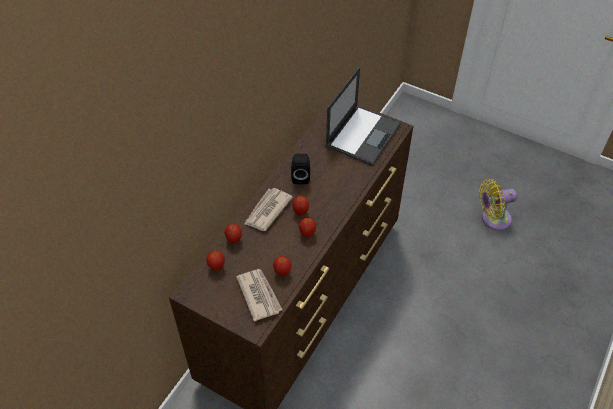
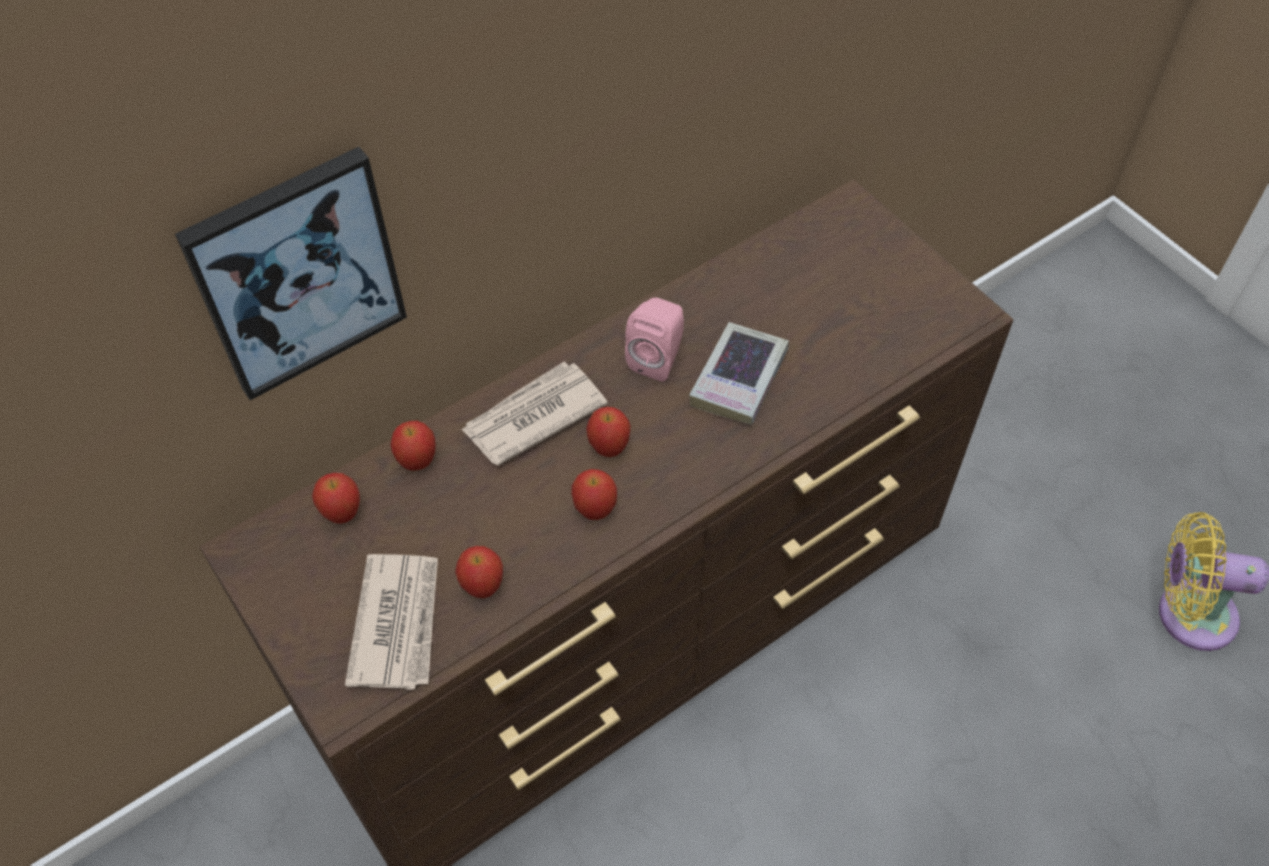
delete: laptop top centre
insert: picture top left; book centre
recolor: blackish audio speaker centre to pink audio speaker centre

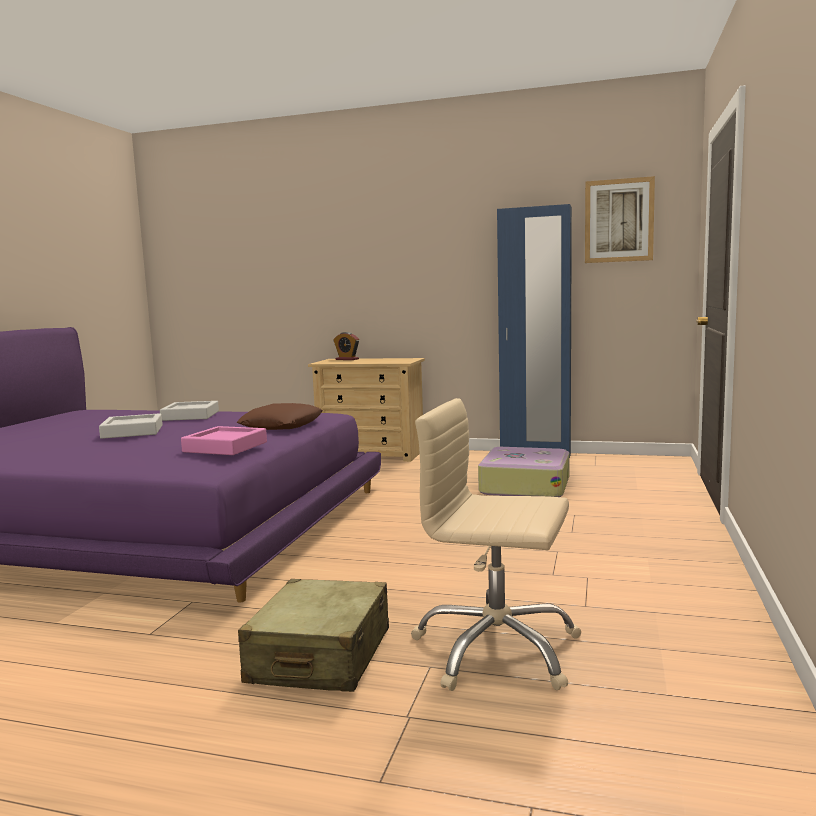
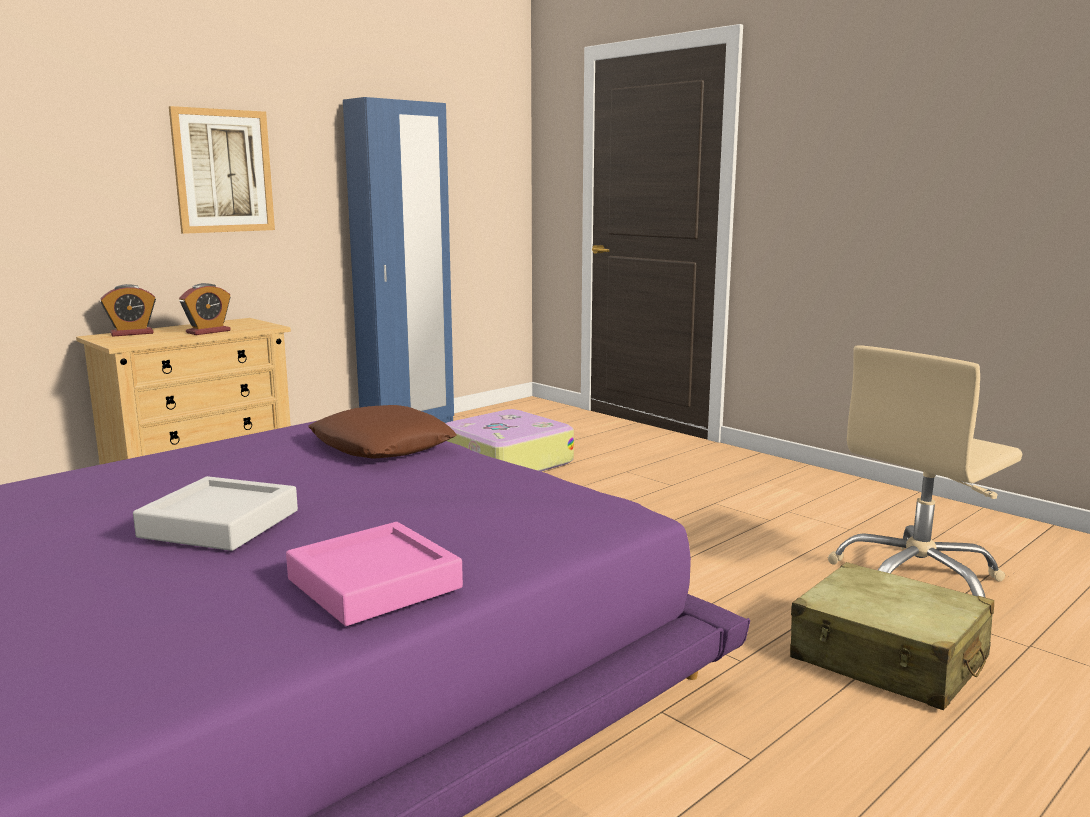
delete: gray tray (2nd from left) middle left
insert: bedside clock (2nd from left) middle left
move: pink tray middle left to bottom centre; picture top right to top left

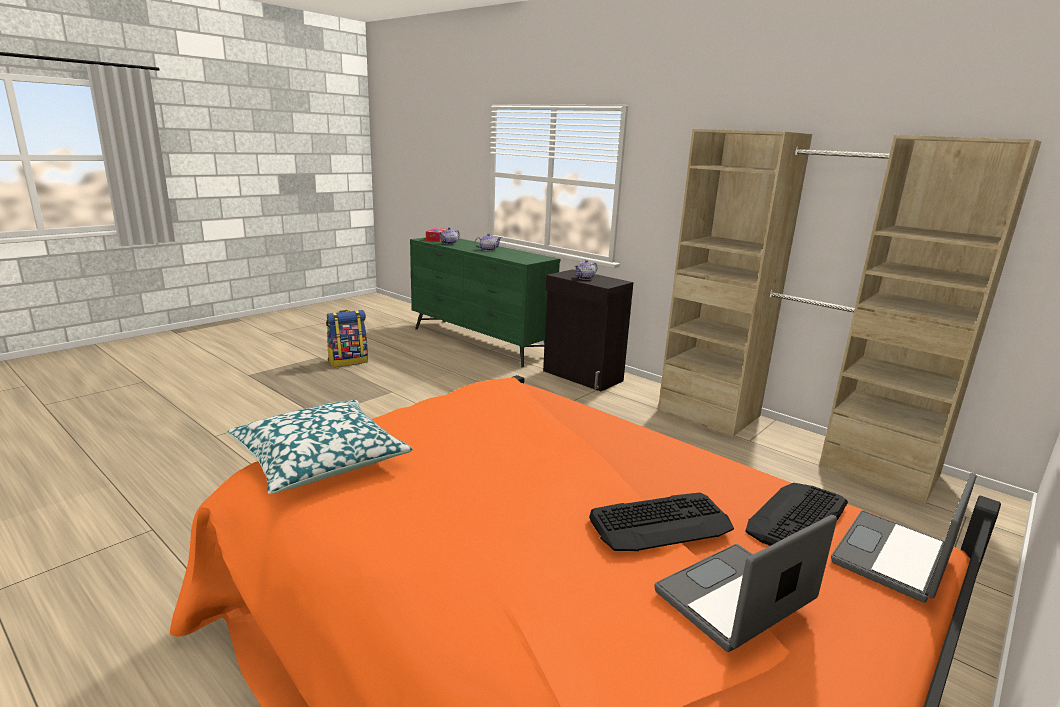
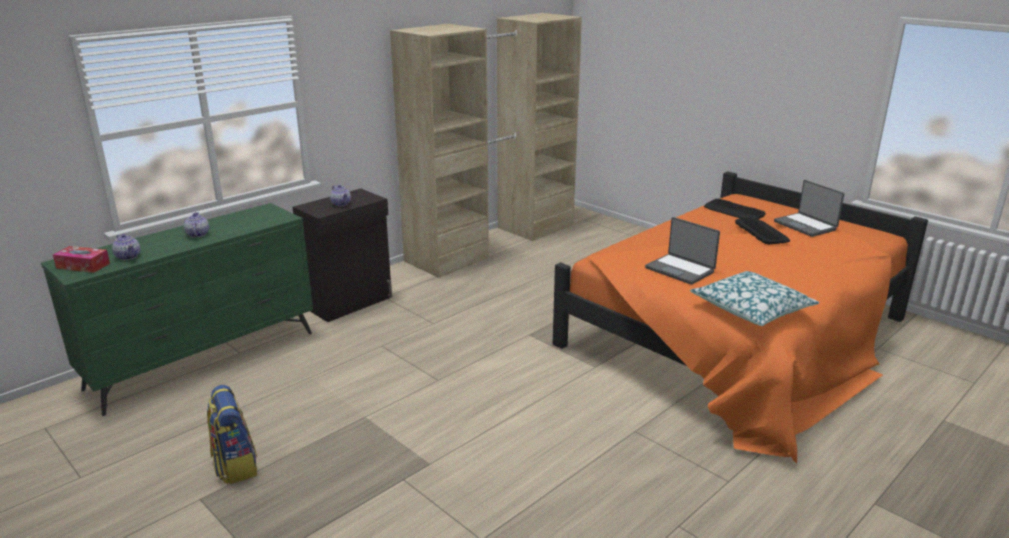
move: laptop (2nd from left in the first image) bottom right to laptop (1st from left) middle right

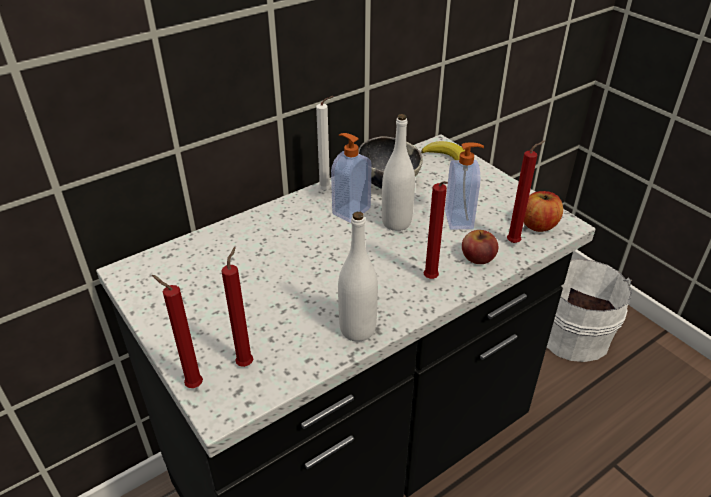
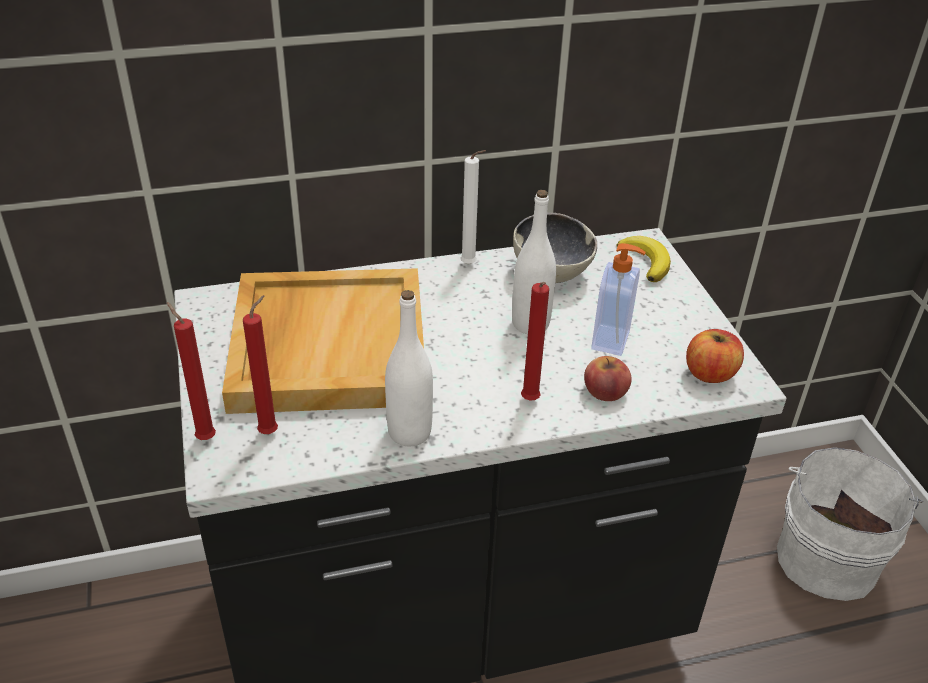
delete: soap bottle (1st from left) centre; reddish wax candle (4th from left) middle right
insert: beige-coloured tray centre

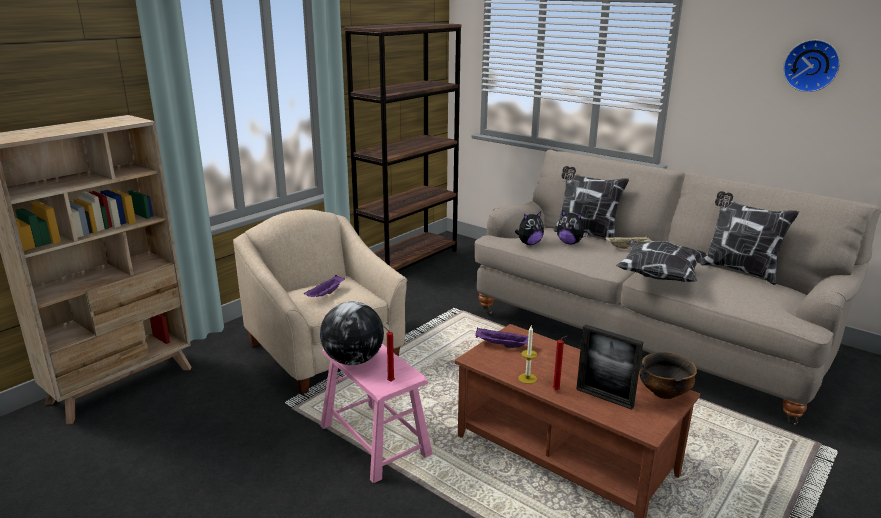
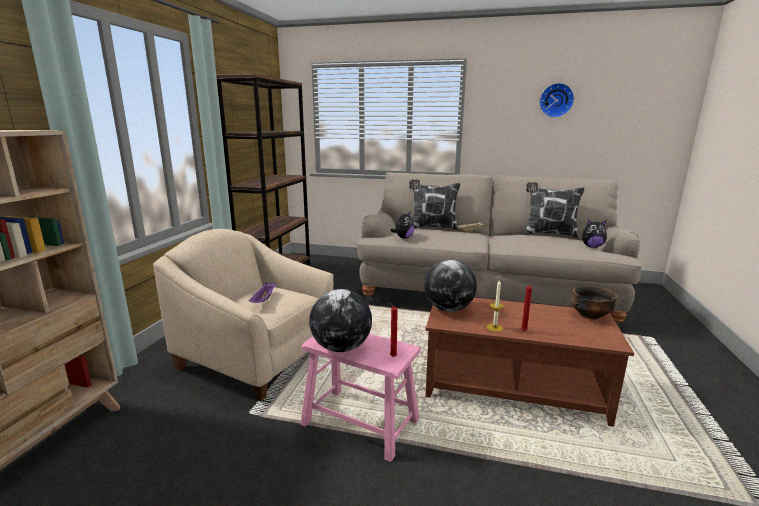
delete: standing frame bottom right; pillow (2nd from left) middle right
move: soft toy (2nd from left) centre to middle right
replace: purplish tray (2nd from left) centre to world globe (2nd from left) centre

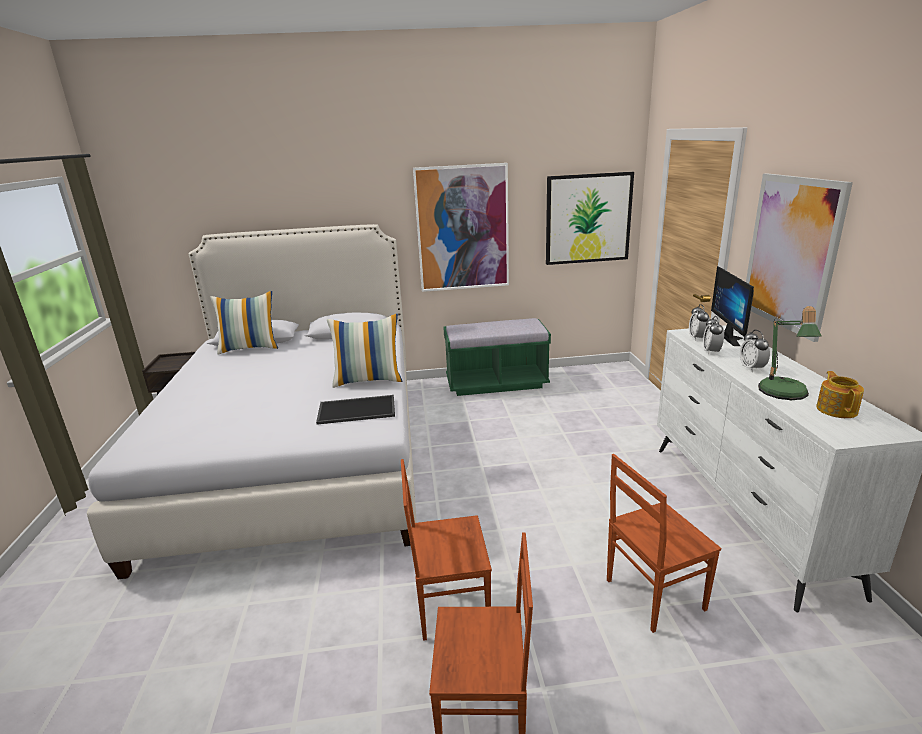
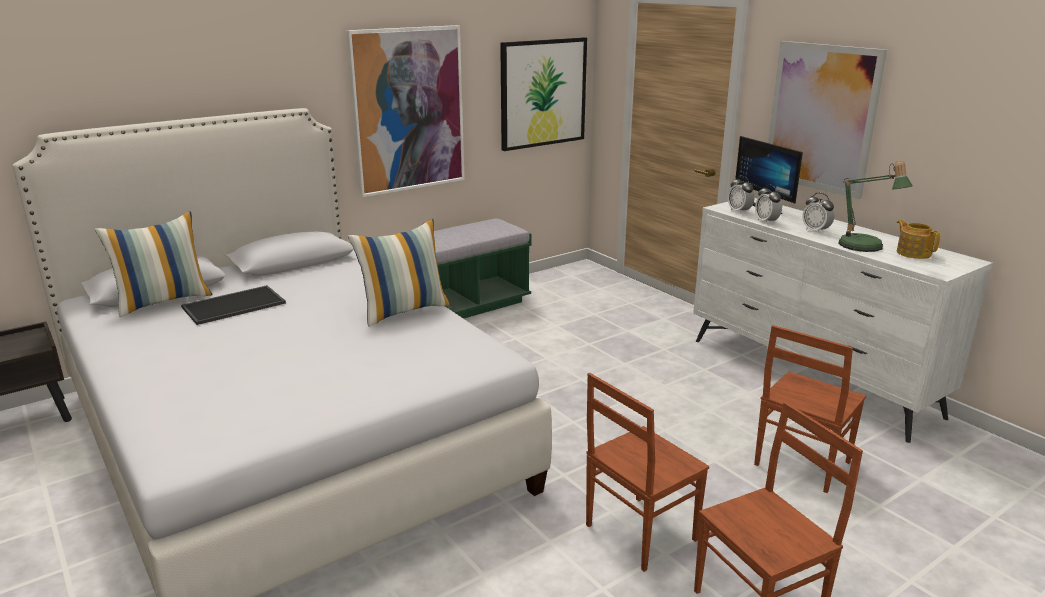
move: tray centre to middle left

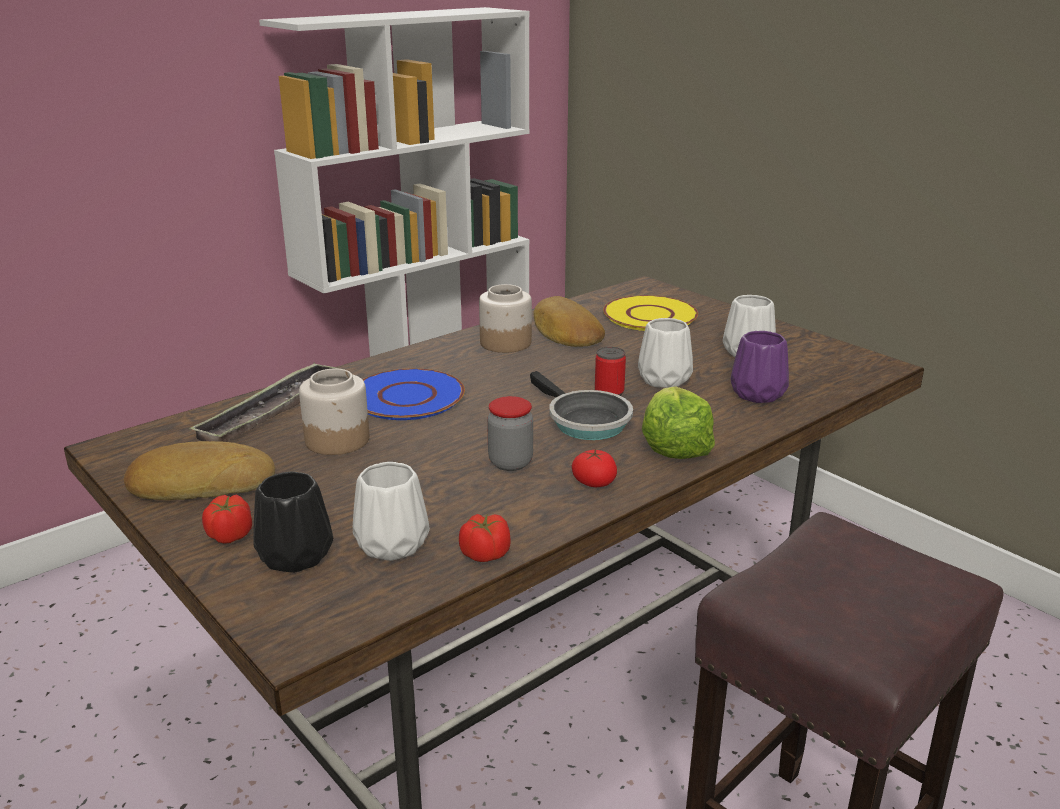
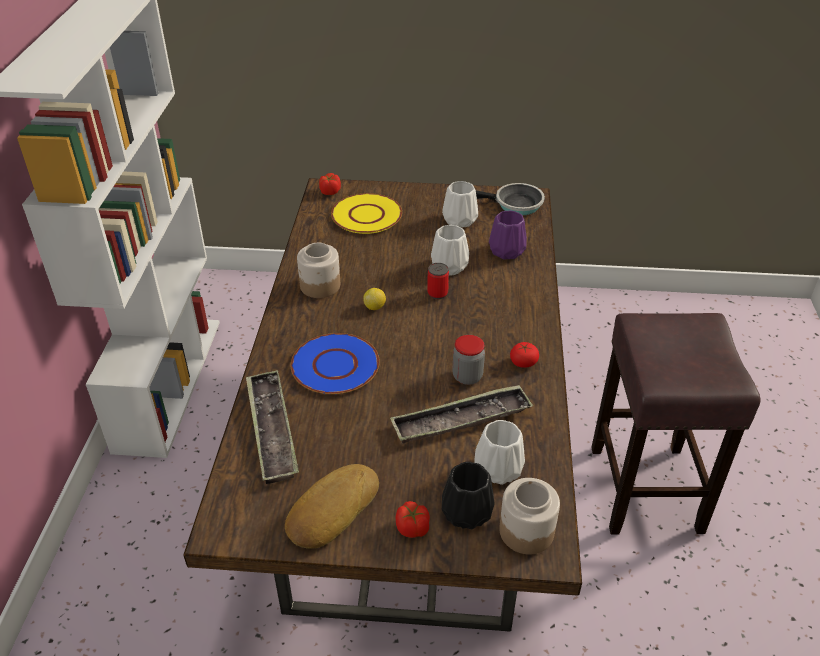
delete: bakery bread (2nd from left) centre; lettuce head centre
insert: lemon centre; tray (2nd from left) centre
move: preserve jar (1st from left in the first image) middle left to preserve jar (3rd from left) bottom centre; fresh tomato (2nd from left in the first image) centre to fresh tomato (1st from left) top centre; pan centre to top centre

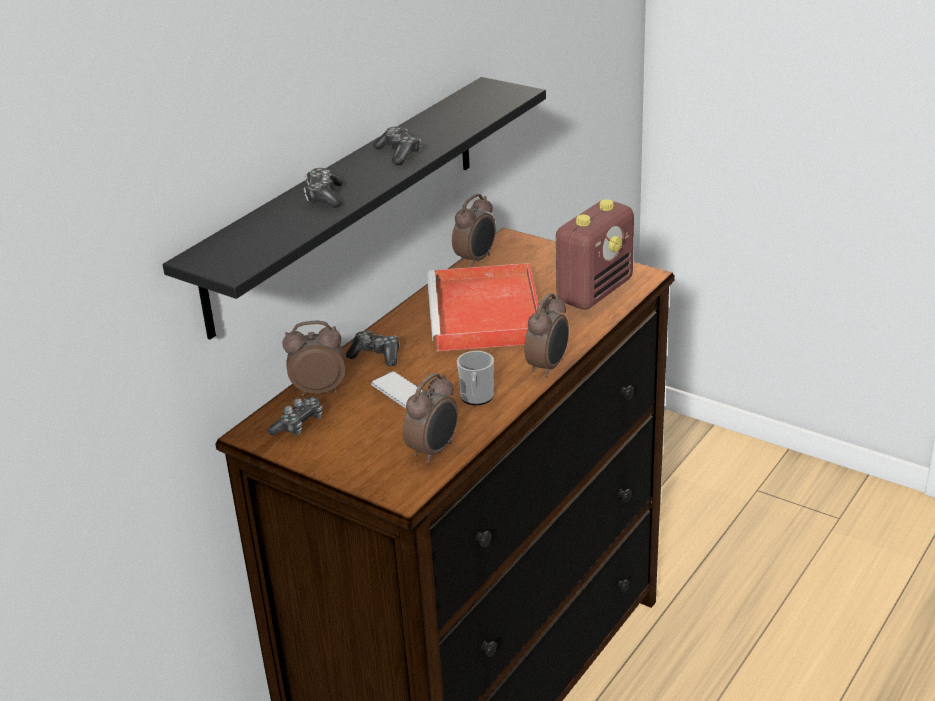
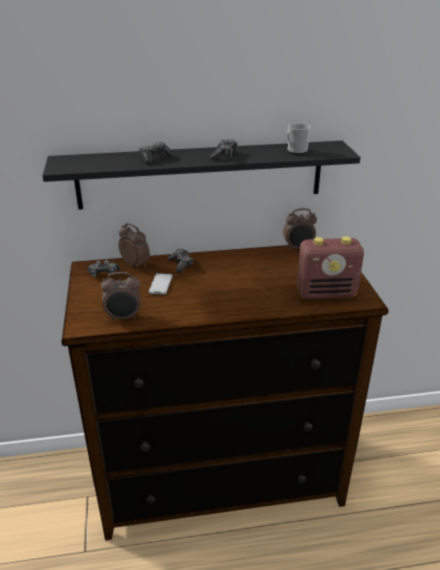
delete: reddish tray centre; bedside clock (4th from left) centre
move: tea mug centre to top right

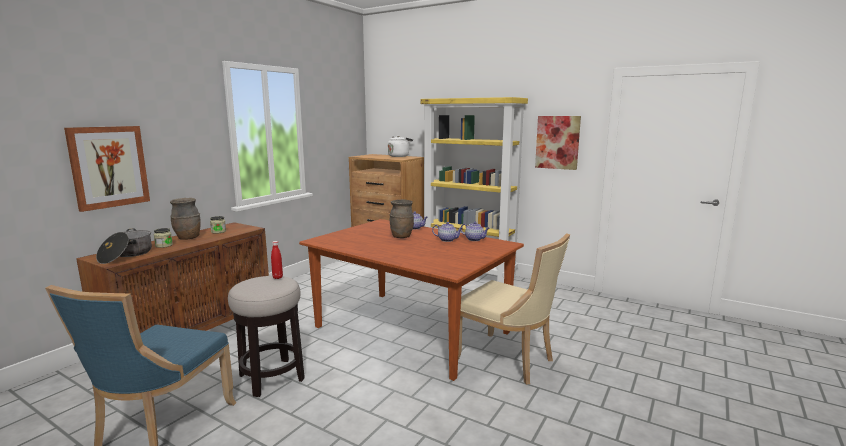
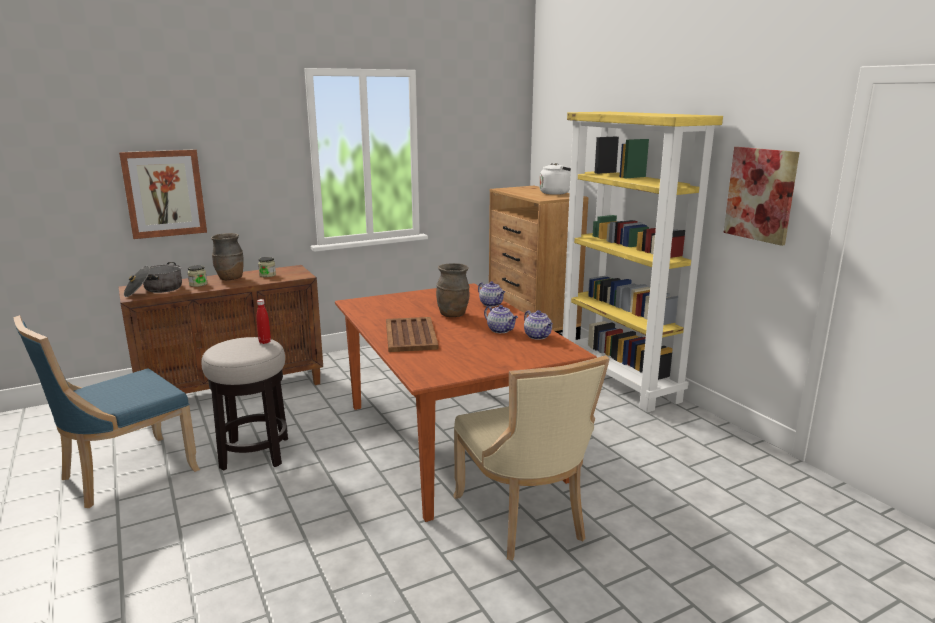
insert: brownish tray centre

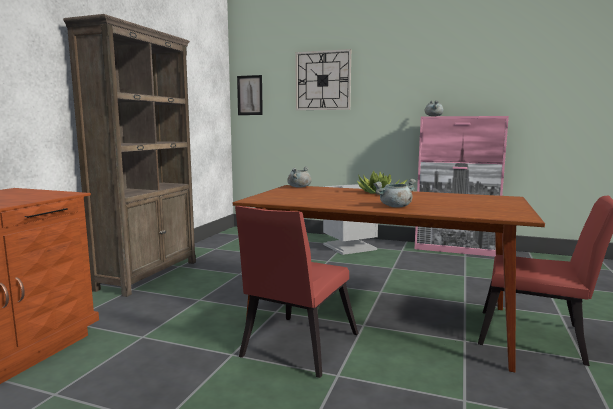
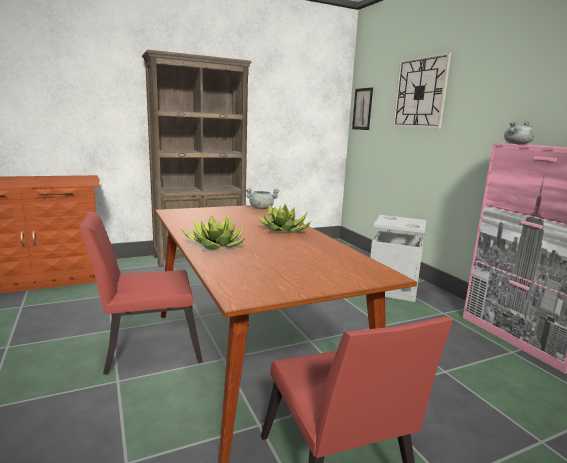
replace: gray cooking pot (2nd from left) centre to potted plant (1st from left) centre

